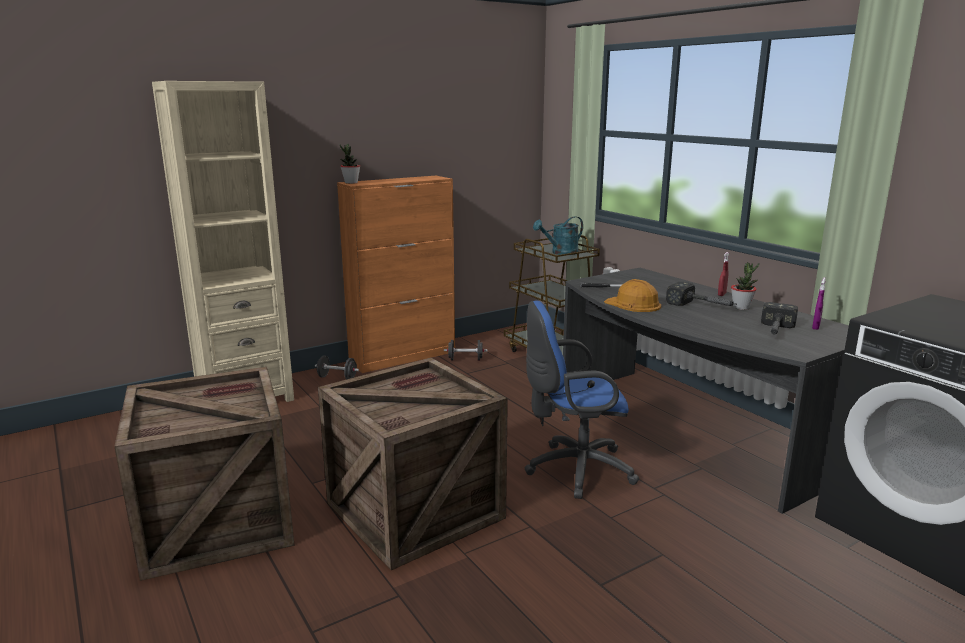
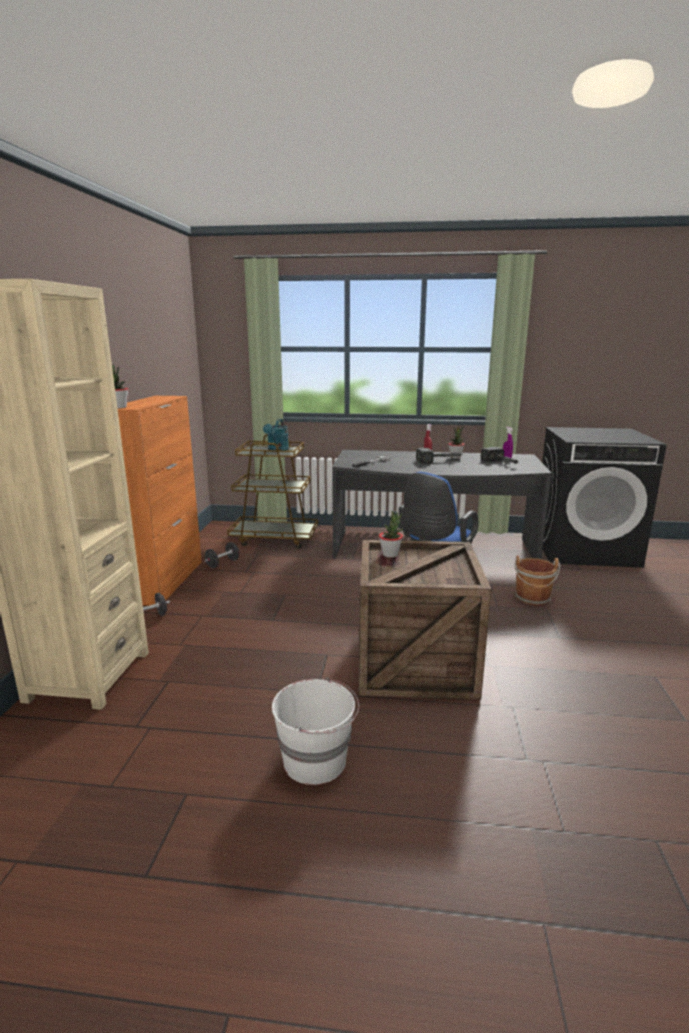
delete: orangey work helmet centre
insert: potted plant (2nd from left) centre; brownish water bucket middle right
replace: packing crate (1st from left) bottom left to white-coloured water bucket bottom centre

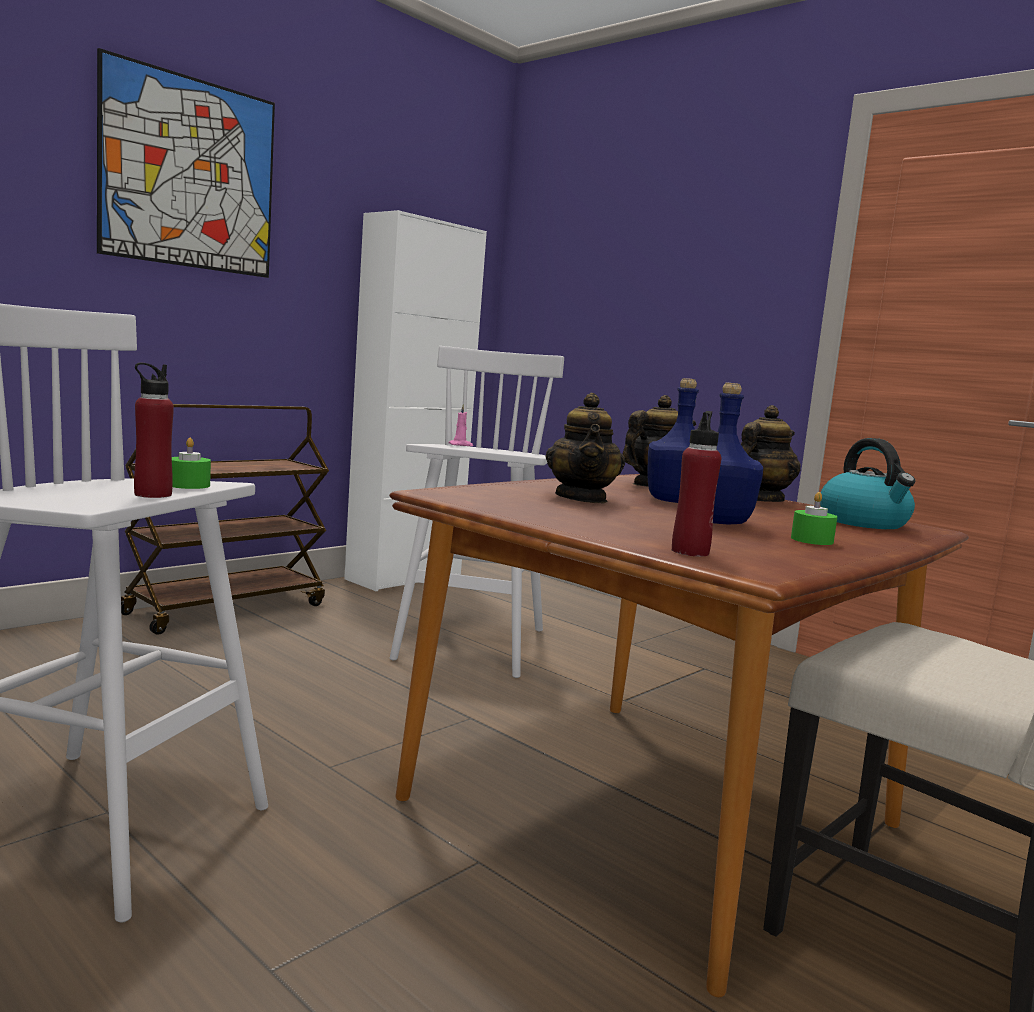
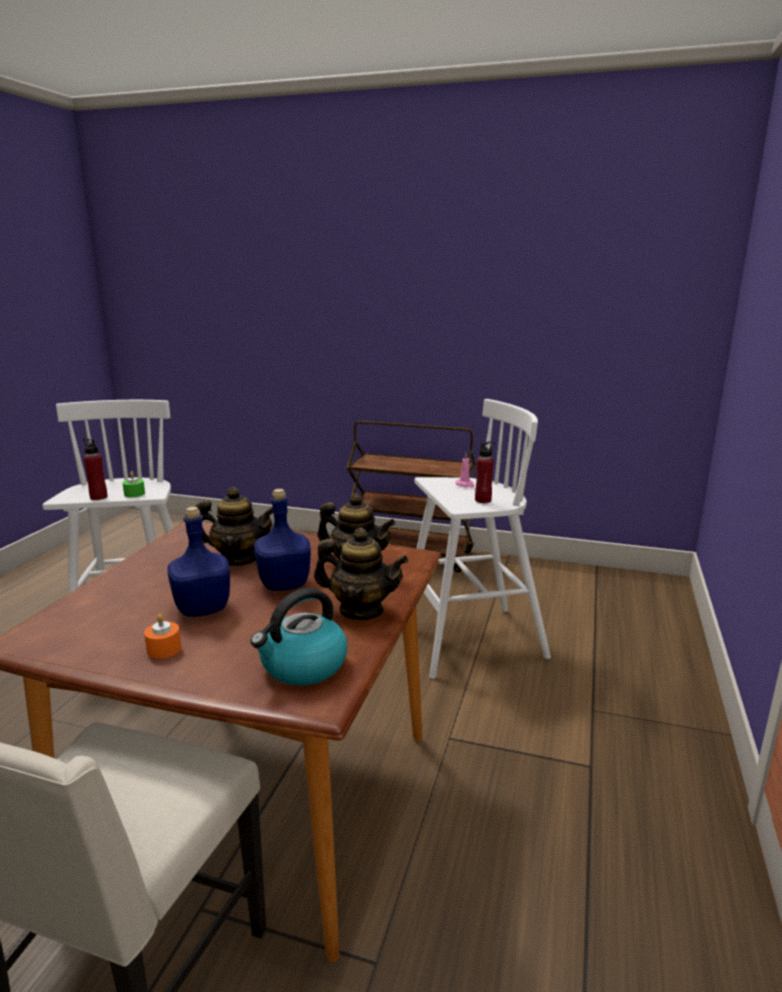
delete: picture top left; white-coloured storage cabinet centre
move: reddish bottle (2nd from left) middle right to centre
recolor: greenish wax candle (2nd from left) middle right to orangey wax candle middle left
rotate: tea pot (1st from left) centre = middle left 150 degrees counterclockwise

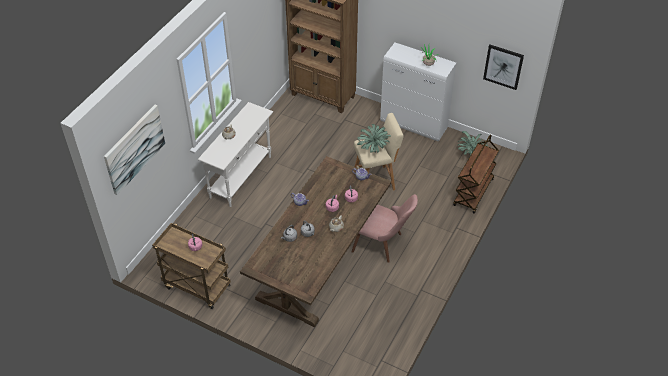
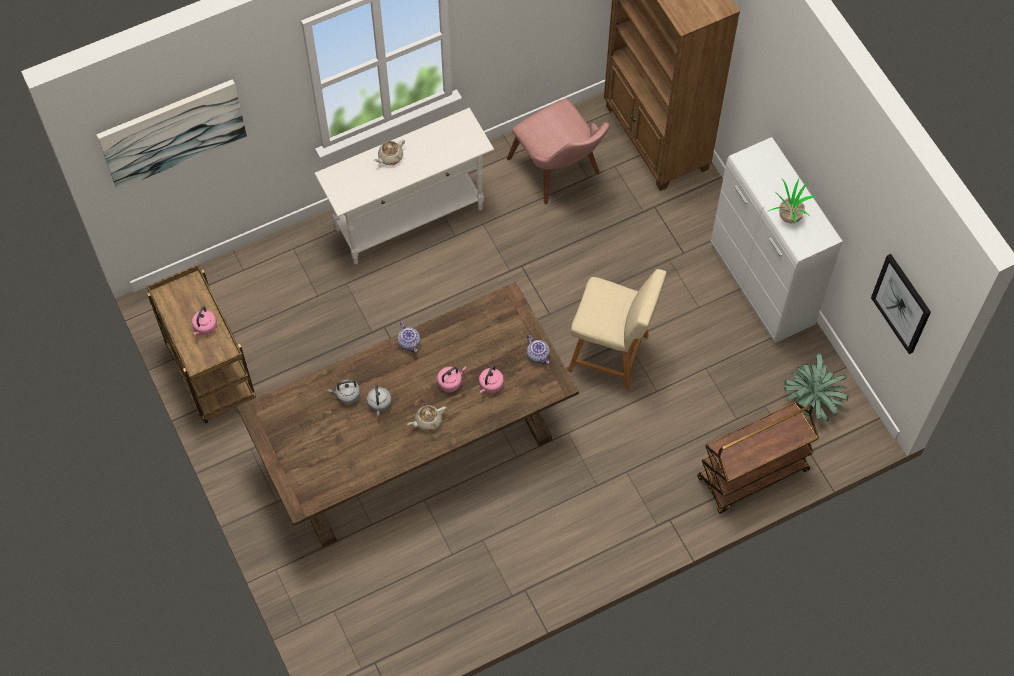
delete: potted plant (1st from left) centre
move: pink chair centre to top centre

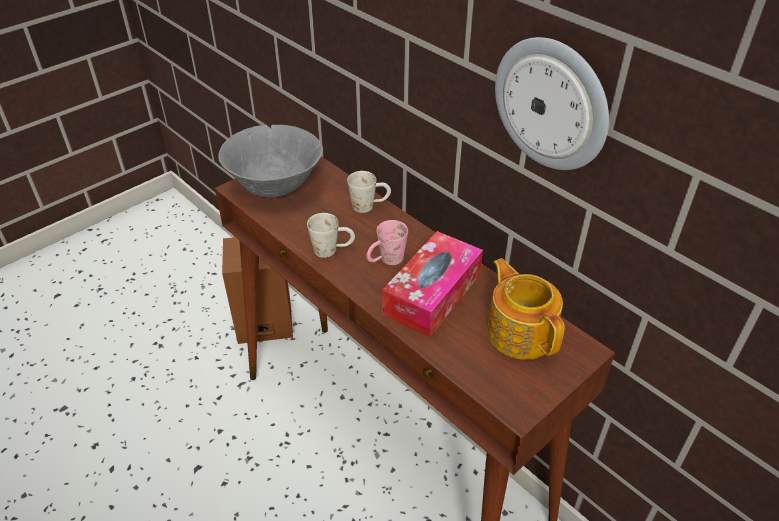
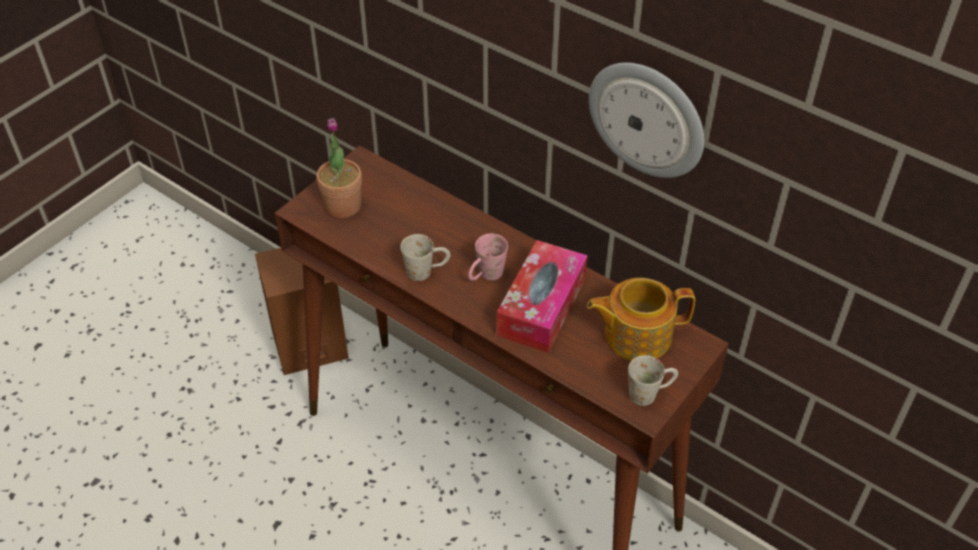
move: white-coloured tea mug (2nd from left) centre to bottom right
replace: gray bowl top centre to potted plant top centre
rotate: tea pot middle right = centre 60 degrees counterclockwise

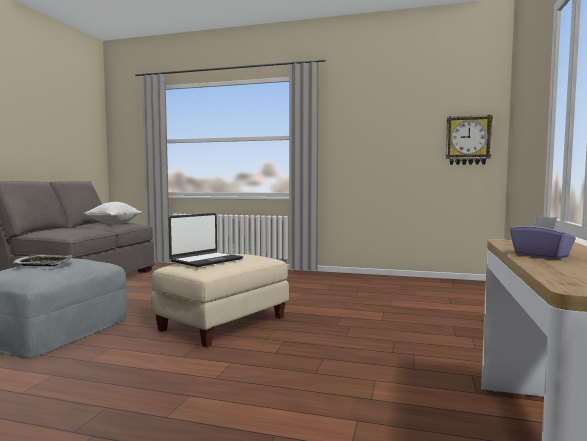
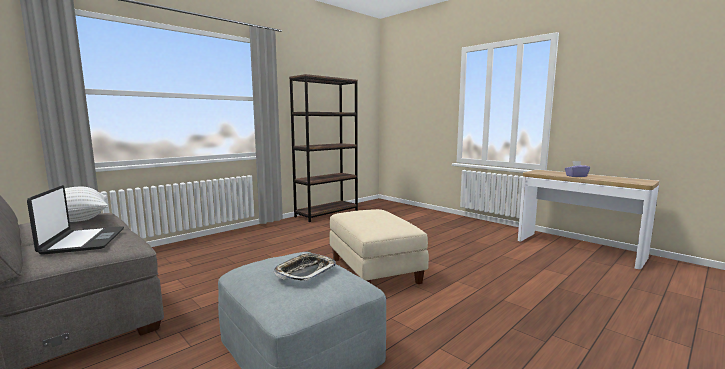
delete: clock on the wall top right
insert: brownish shelving unit centre
move: laptop centre to middle left

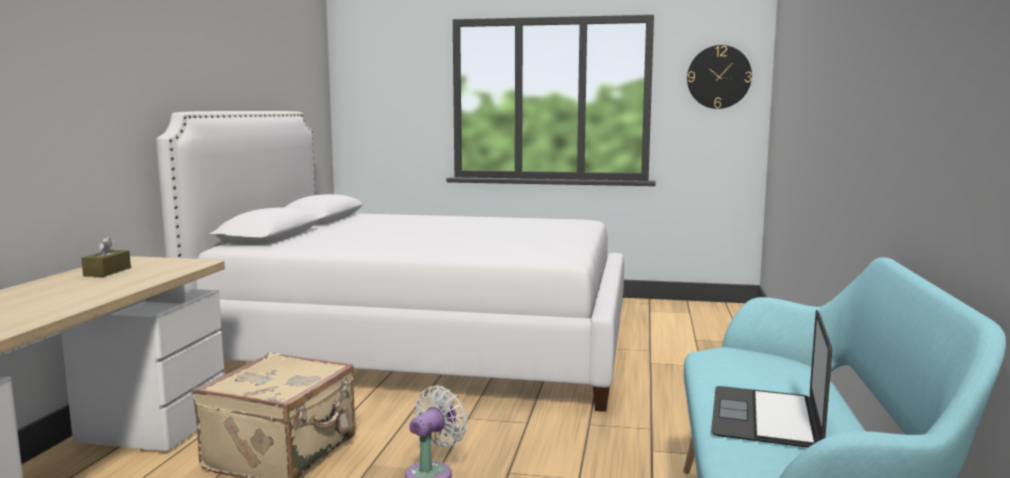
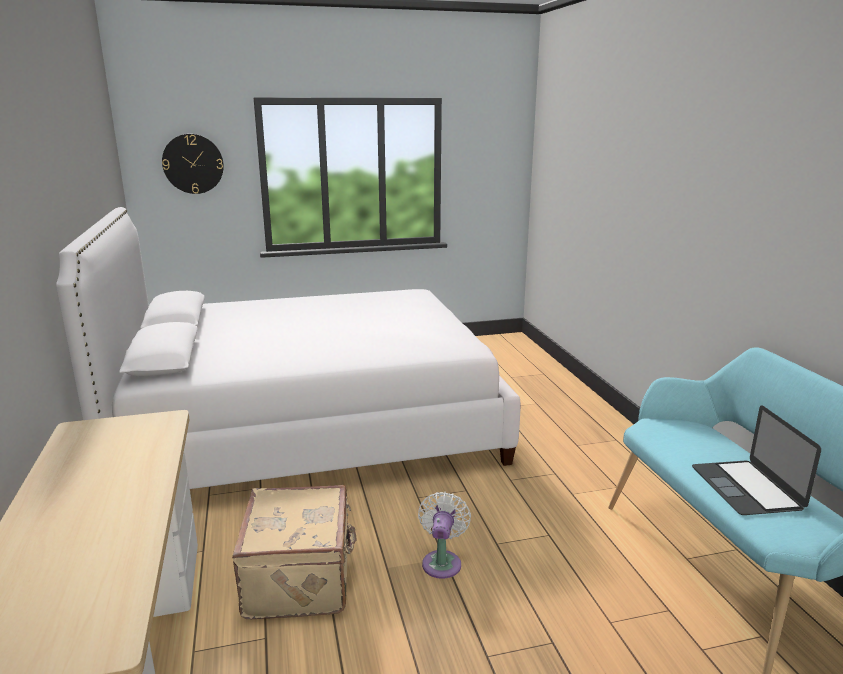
delete: brownish tissue box middle left
move: clock on the wall top right to top left

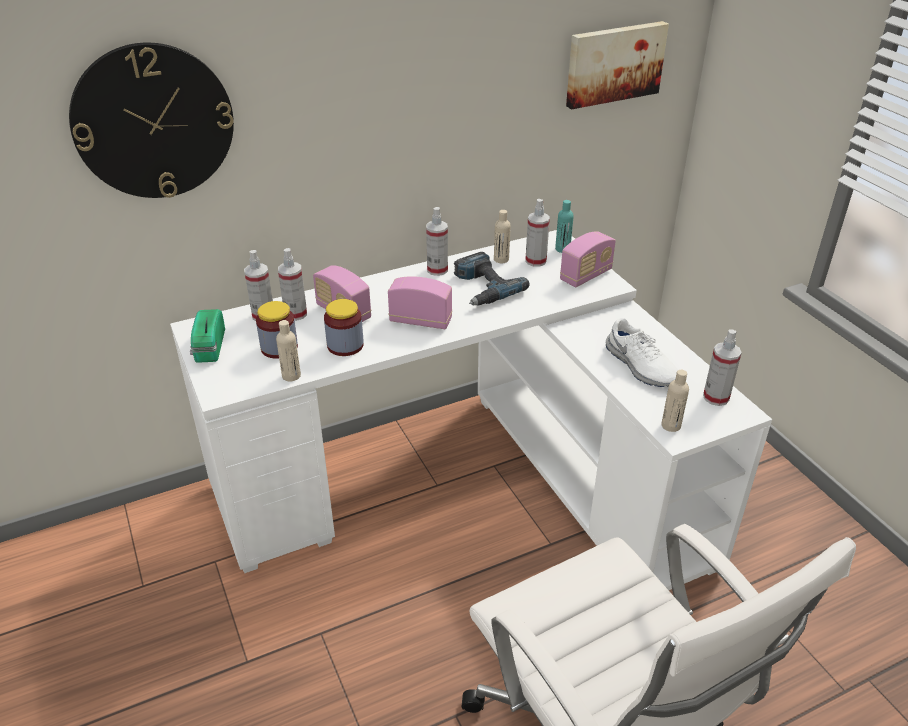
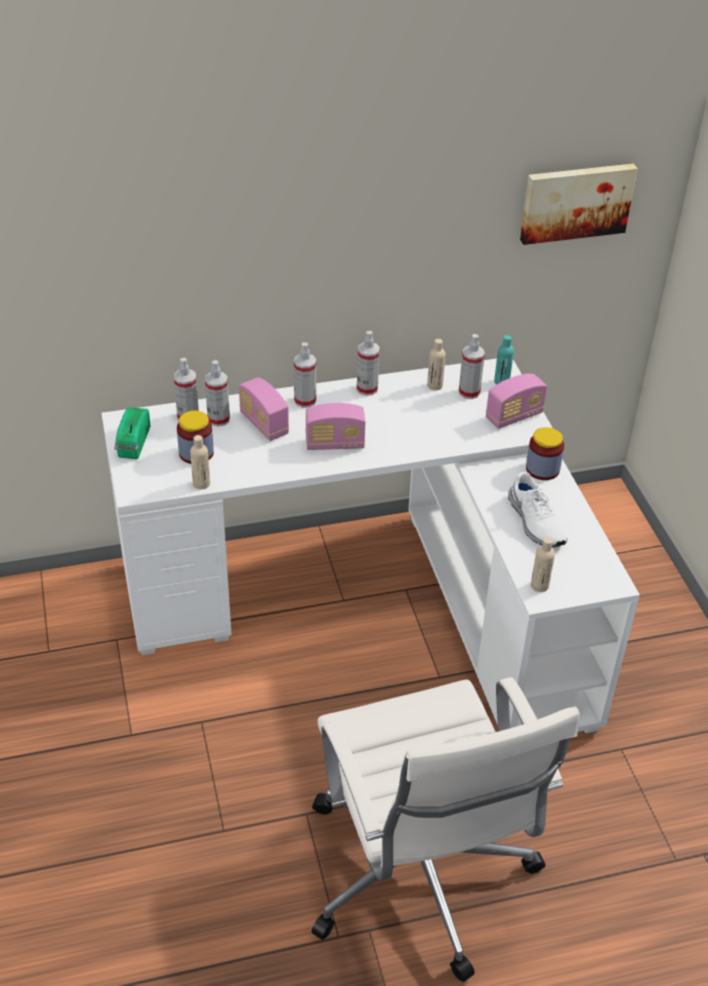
delete: clock on the wall top left; drill centre
move: preserve jar (2nd from left) centre to middle right; hand sprayer (5th from left in the first image) middle right to hand sprayer (3rd from left) centre
rotate: radio set (3rd from left) centre = centre 150 degrees clockwise

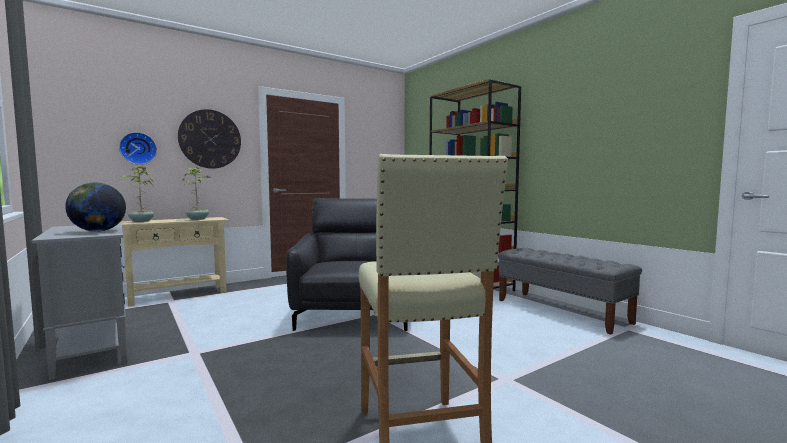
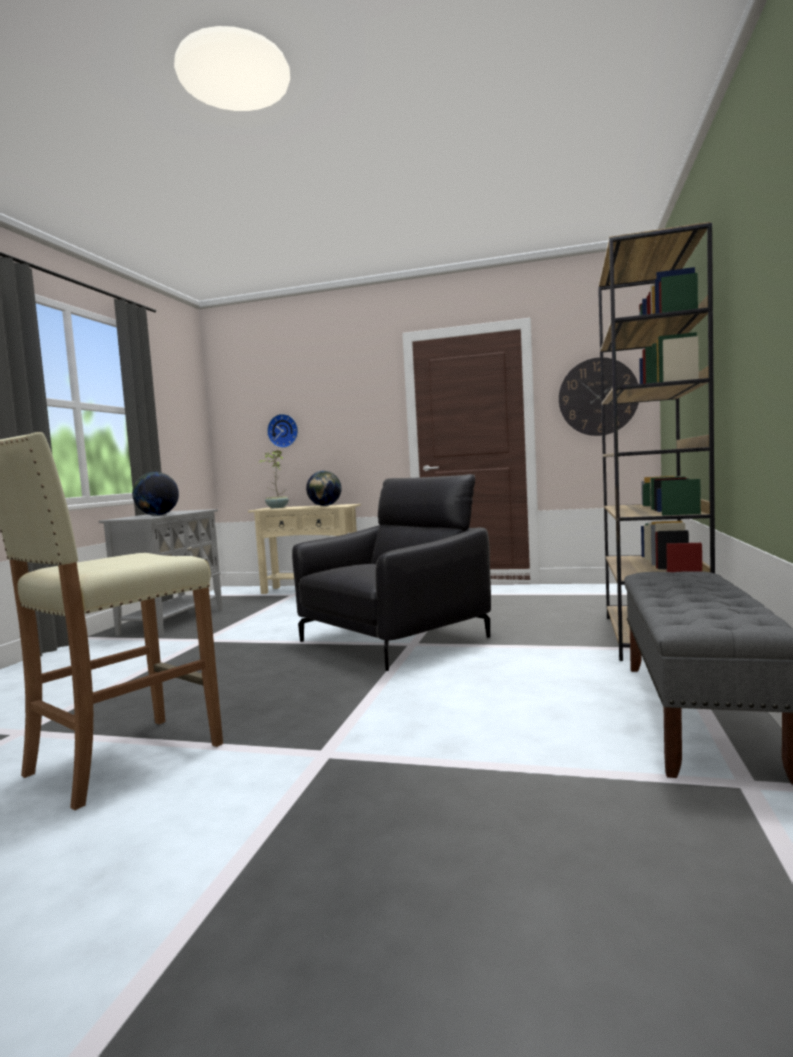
move: clock on the wall (2nd from left) top left to middle right
replace: potted plant (2nd from left) middle left to world globe (2nd from left) centre

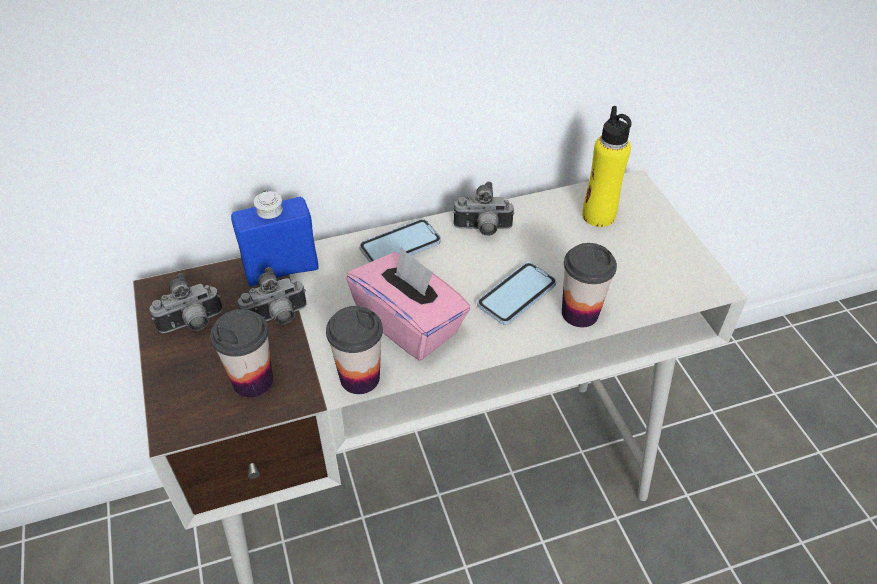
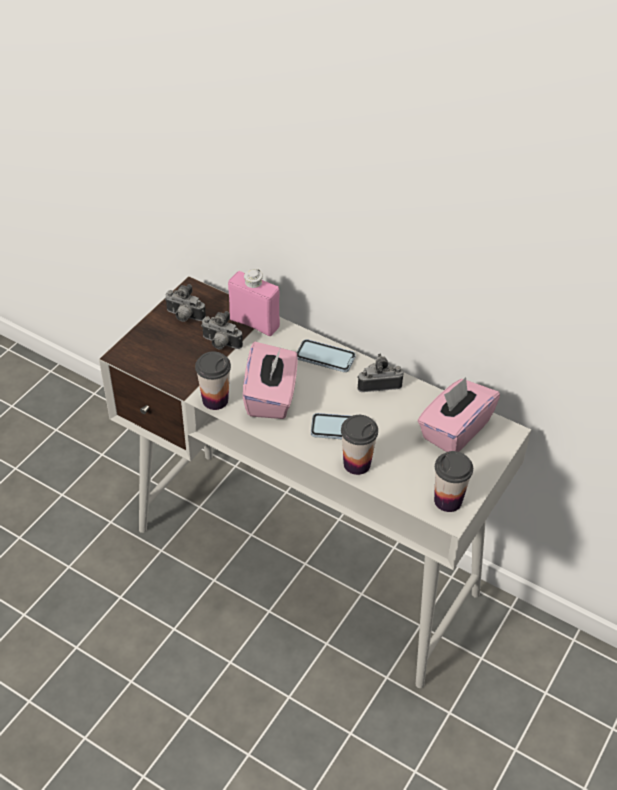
move: drinking cup (1st from left in the first image) middle left to drinking cup (3rd from left) middle right
replace: yellow-coloured bottle top right to pink tissue box (2nd from left) middle right
recolor: blue-coloured bottle middle left to pink bottle centre
rotate: still camera (3rd from left) centre = centre 120 degrees clockwise

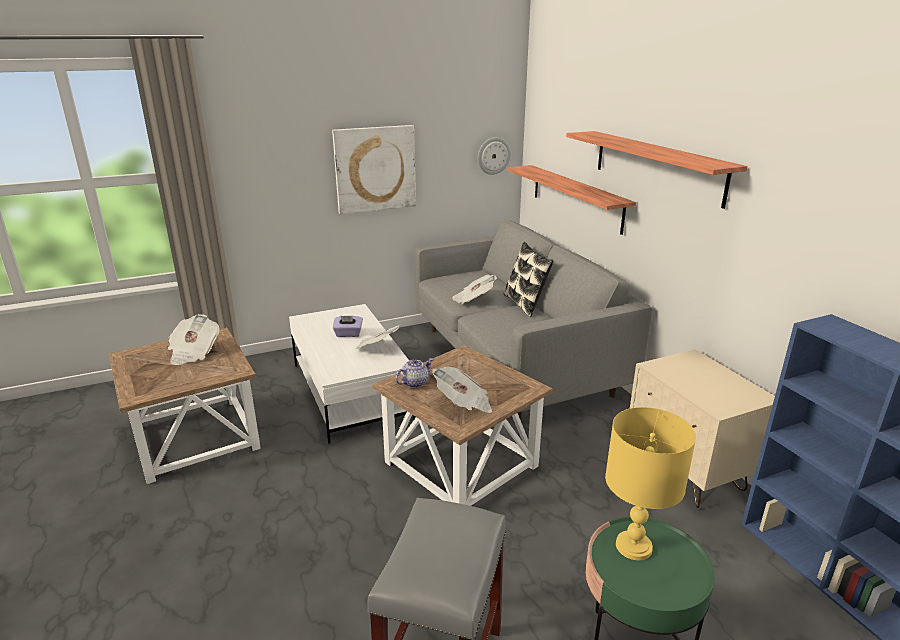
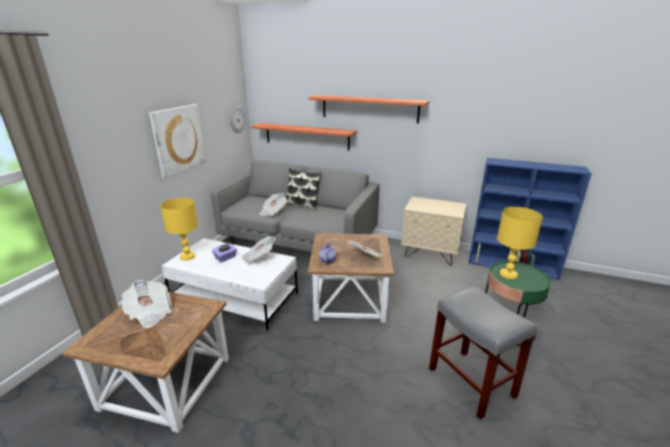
insert: yellow-coloured lamp for a table (1st from left) middle left

